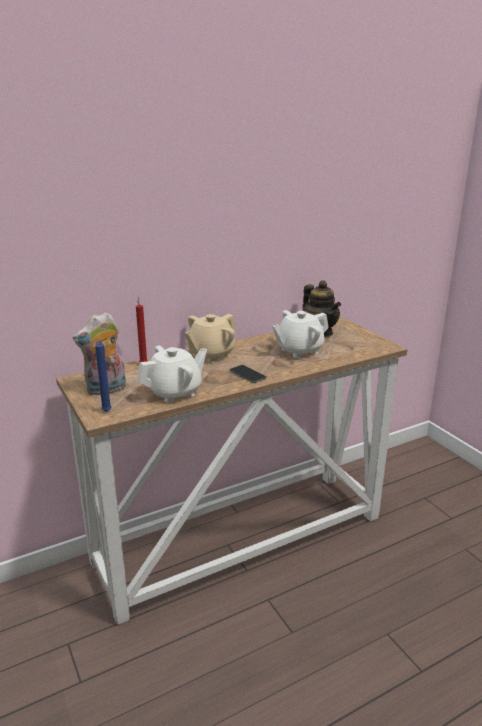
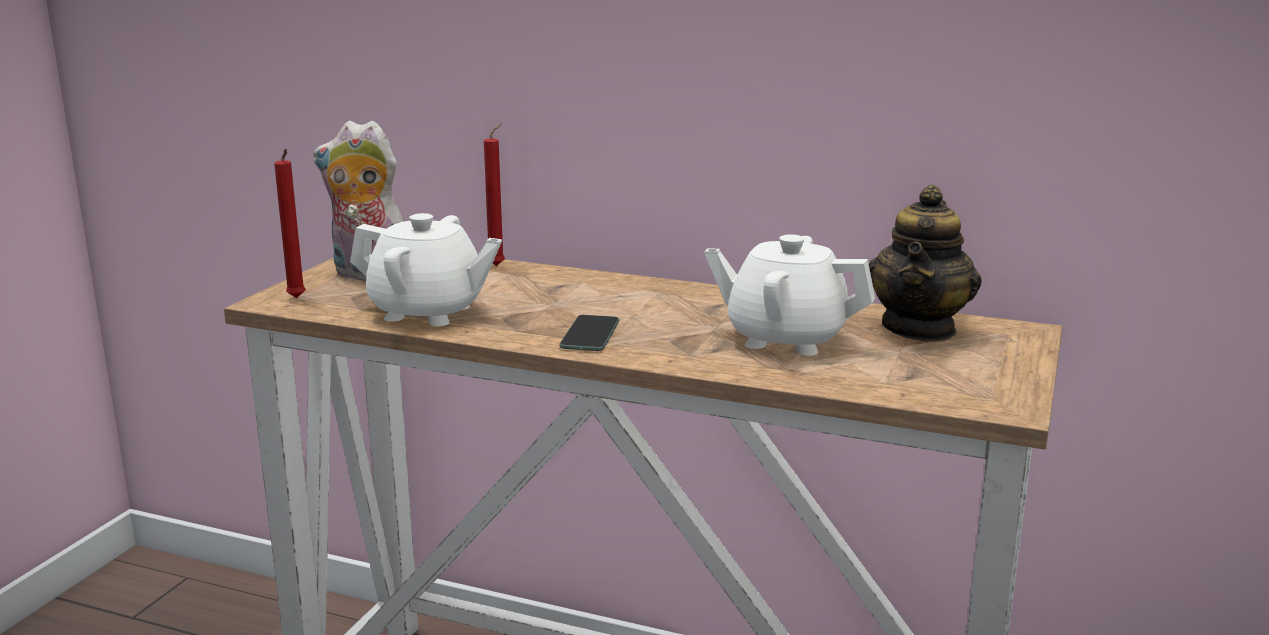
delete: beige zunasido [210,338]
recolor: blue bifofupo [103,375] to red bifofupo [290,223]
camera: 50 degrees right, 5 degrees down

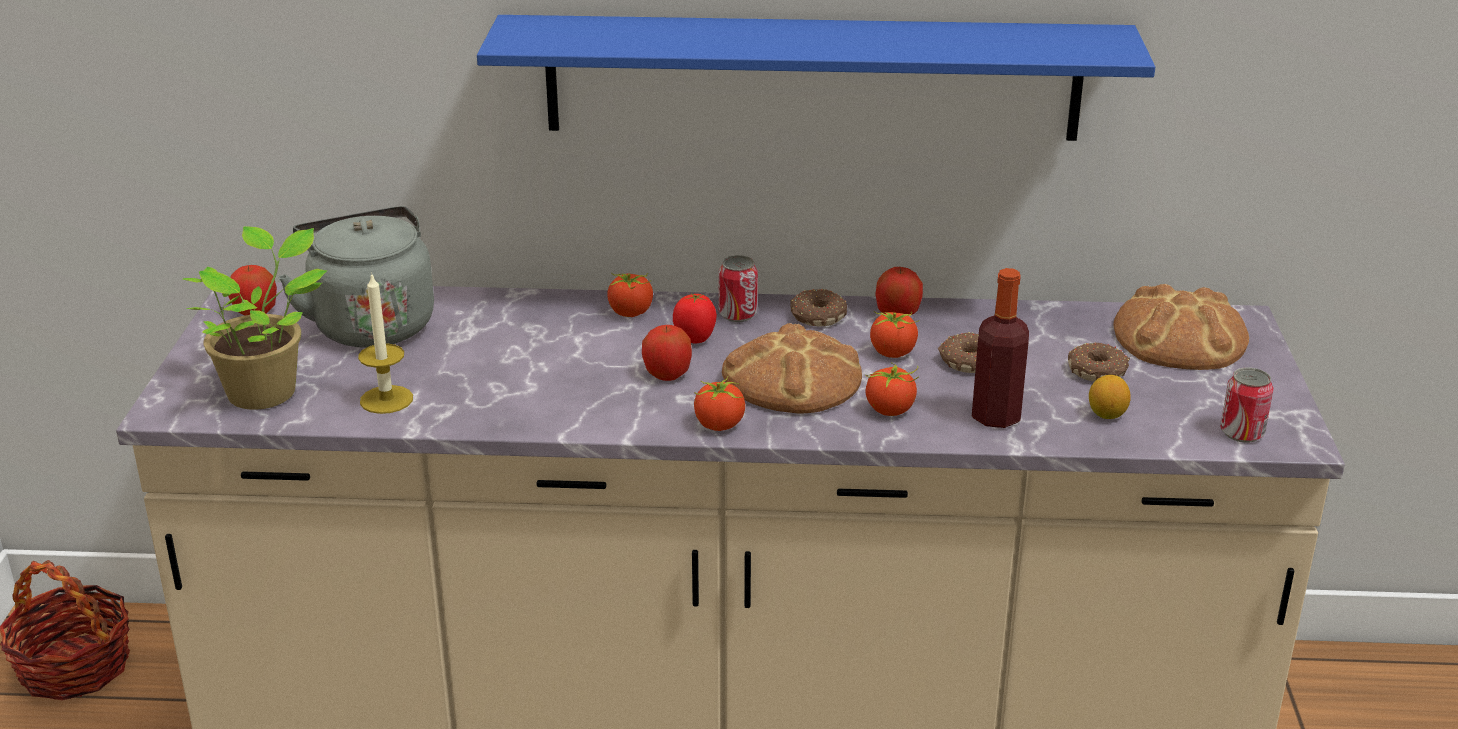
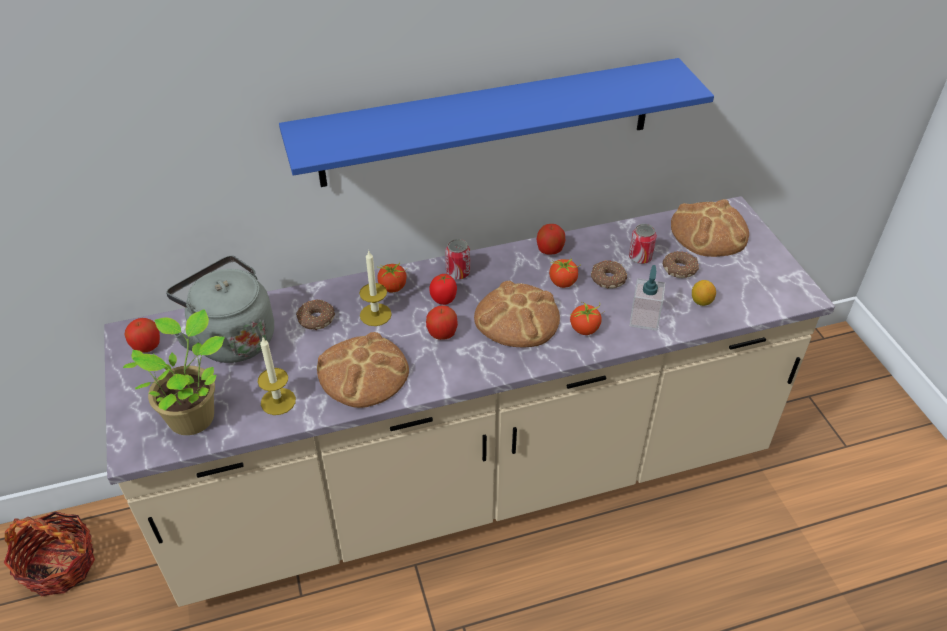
delete: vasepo [719,404]
insert: bifofupo [375,288]; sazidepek [363,370]
move: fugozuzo [818,308] to [315,314]; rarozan [1246,405] to [643,244]
replace: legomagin [1000,348] to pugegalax [647,298]
camera: 20 degrees left, 15 degrees up

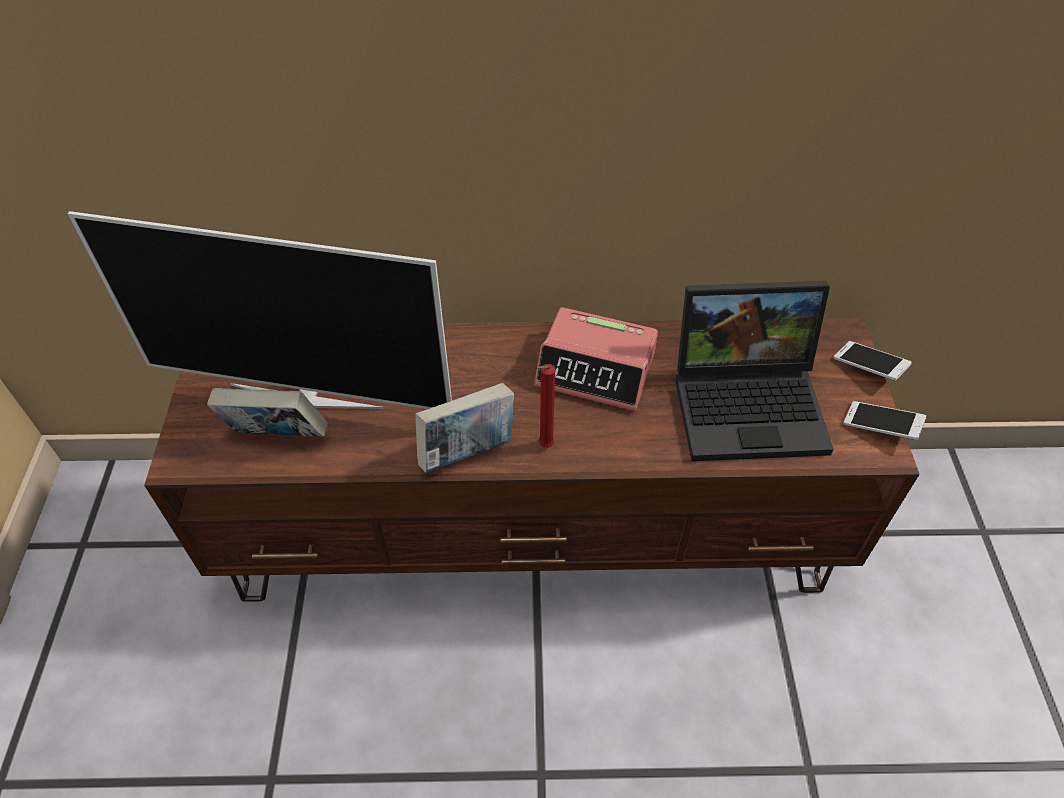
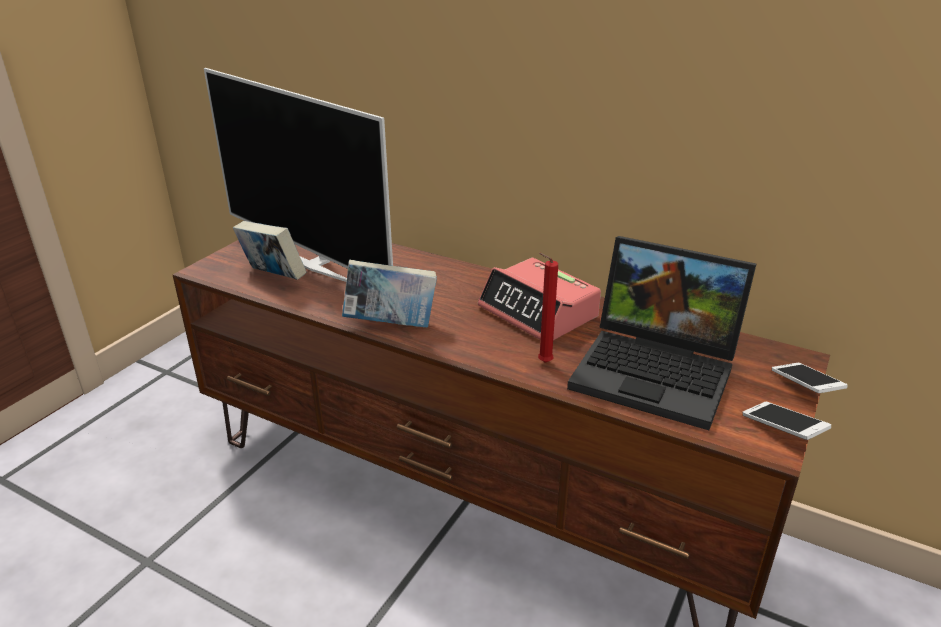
move: red bifofupo [546,406] to [548,308]
camera: 30 degrees right, 20 degrees down

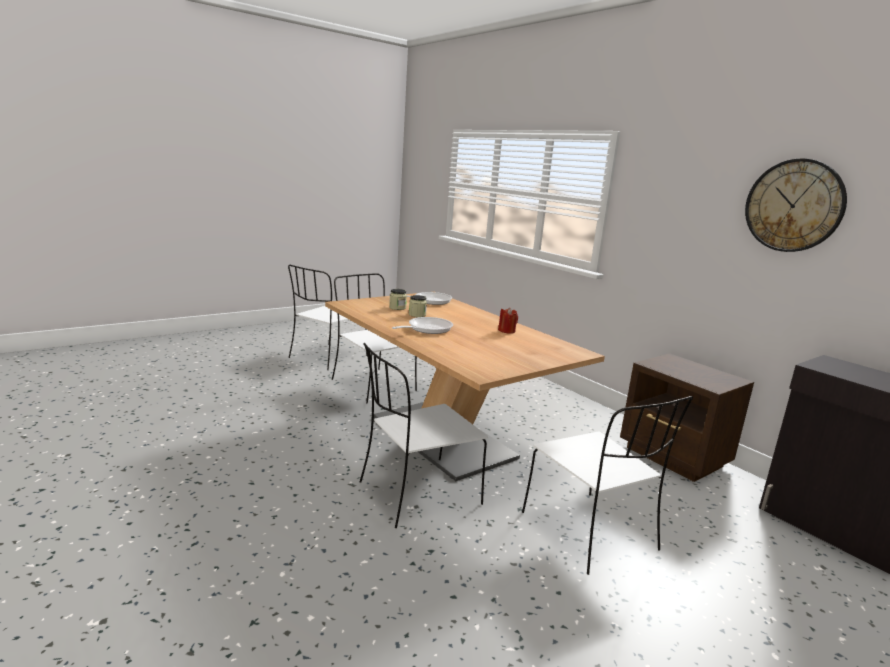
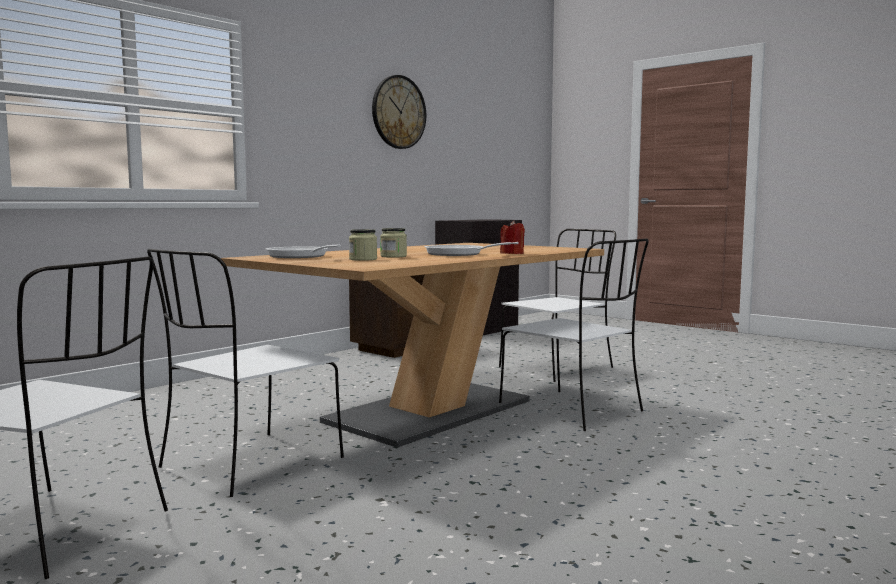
move: red bifofupo [508,320] to [512,237]
camera: 100 degrees left, 10 degrees down

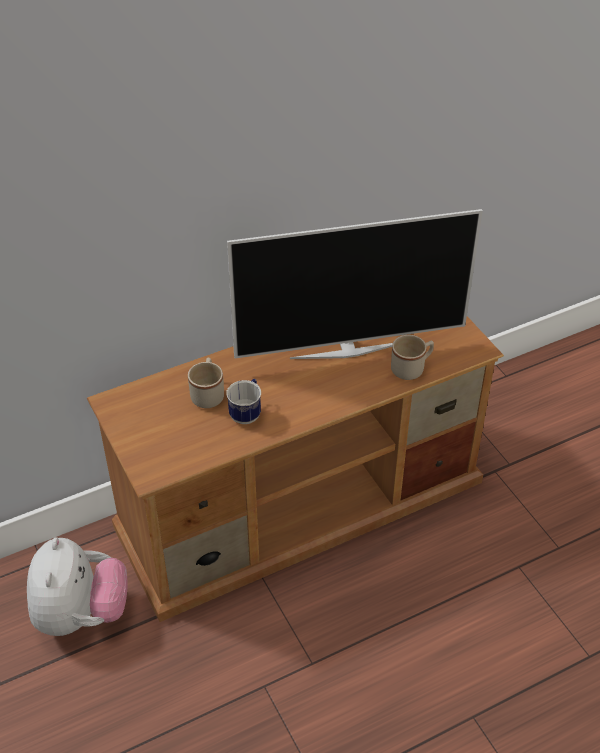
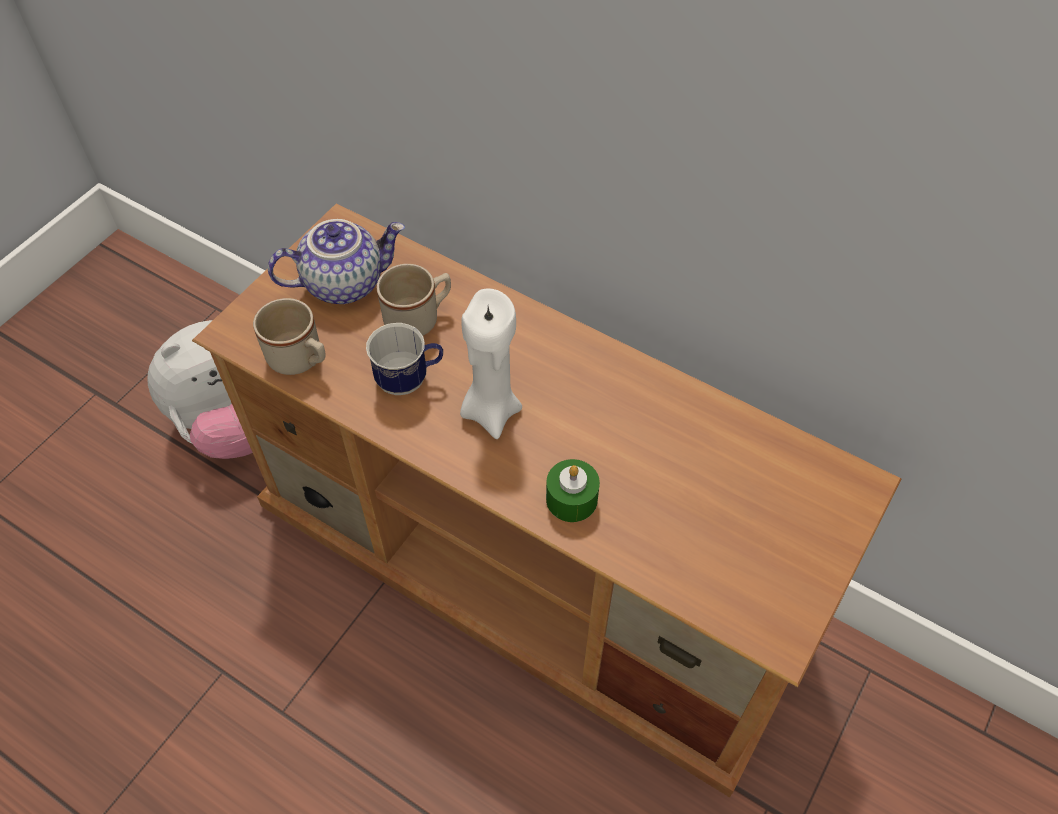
delete: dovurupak [355,284]
insert: zunasido [336,261]; white bifofupo [491,363]; green bifofupo [573,490]
move: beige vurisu [412,357] to [289,336]
camera: 60 degrees right, 10 degrees up

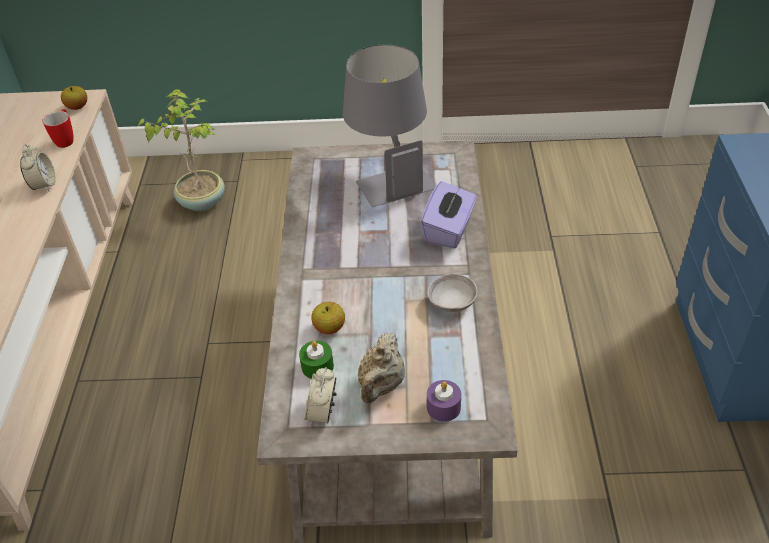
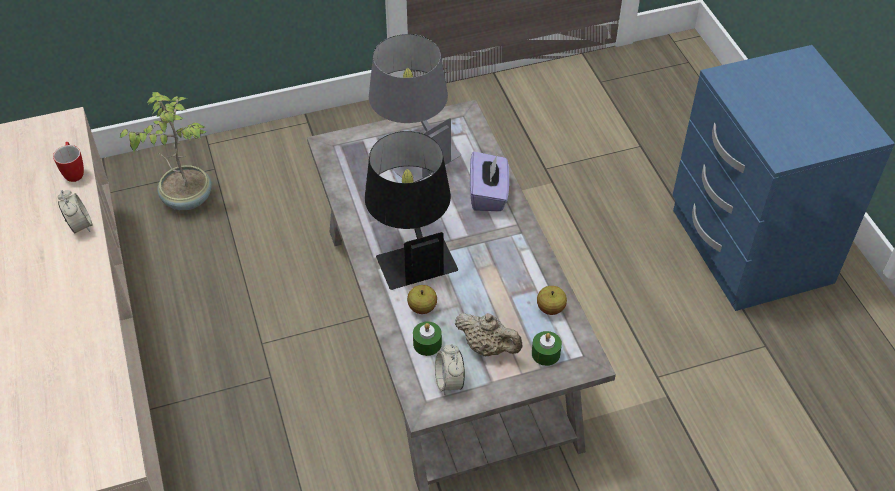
delete: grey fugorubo [452,293]
insert: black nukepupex [411,210]
move: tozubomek [74,98] to [552,300]
recolor: purple bifofupo [444,401] to green bifofupo [547,348]
rotate: beige zunasido [381,367] = [488,334] 60 degrees counterclockwise
camera: 20 degrees left, 5 degrees up

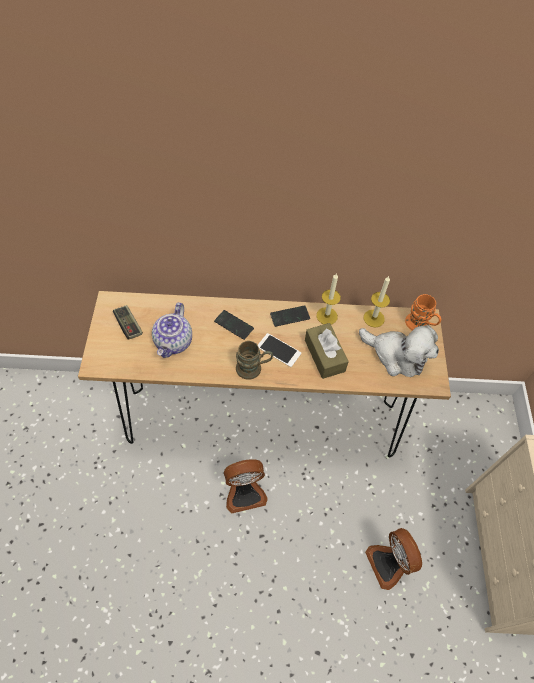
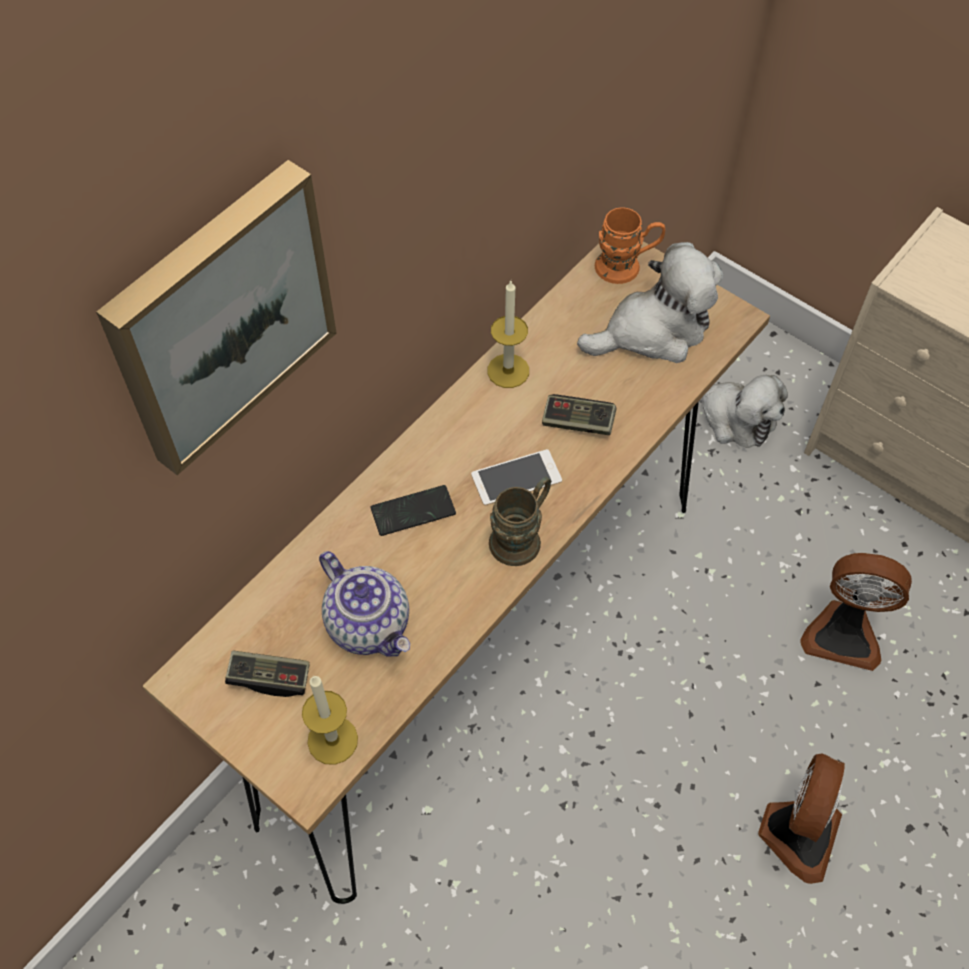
delete: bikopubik [290,316]
insert: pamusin [216,317]; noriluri [743,411]
move: bifofupo [376,302] to [330,720]; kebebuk [245,486] to [801,819]
replace: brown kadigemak [327,351] to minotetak [579,414]
camera: 50 degrees left, 0 degrees up

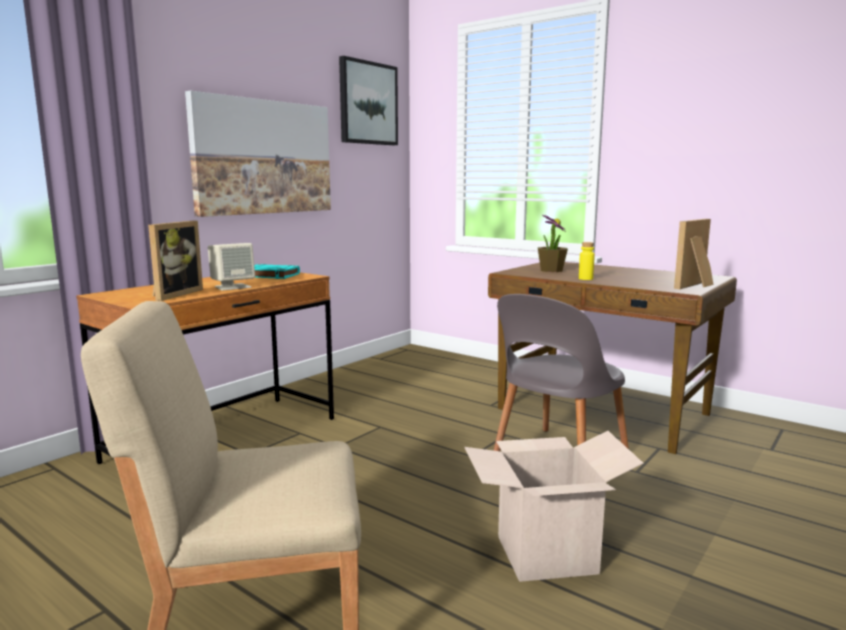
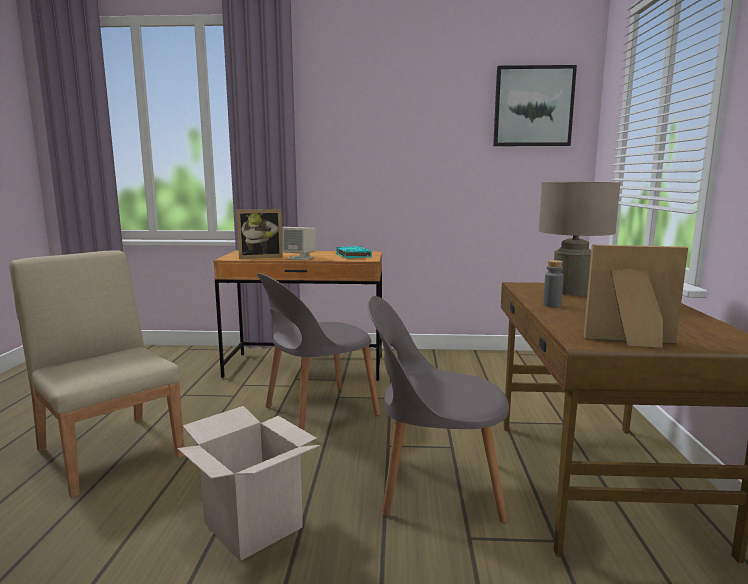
delete: pamusin [258,154]
insert: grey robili [318,351]
replace: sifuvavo [553,243] to beige nukepupex [580,239]
recolor: yellow legomagin [587,261] to grey legomagin [553,283]
camera: 55 degrees right, 0 degrees up

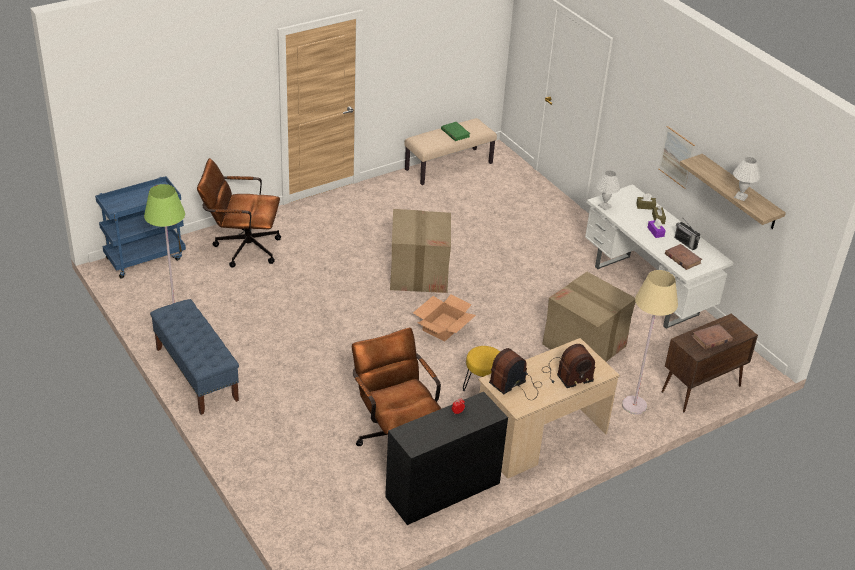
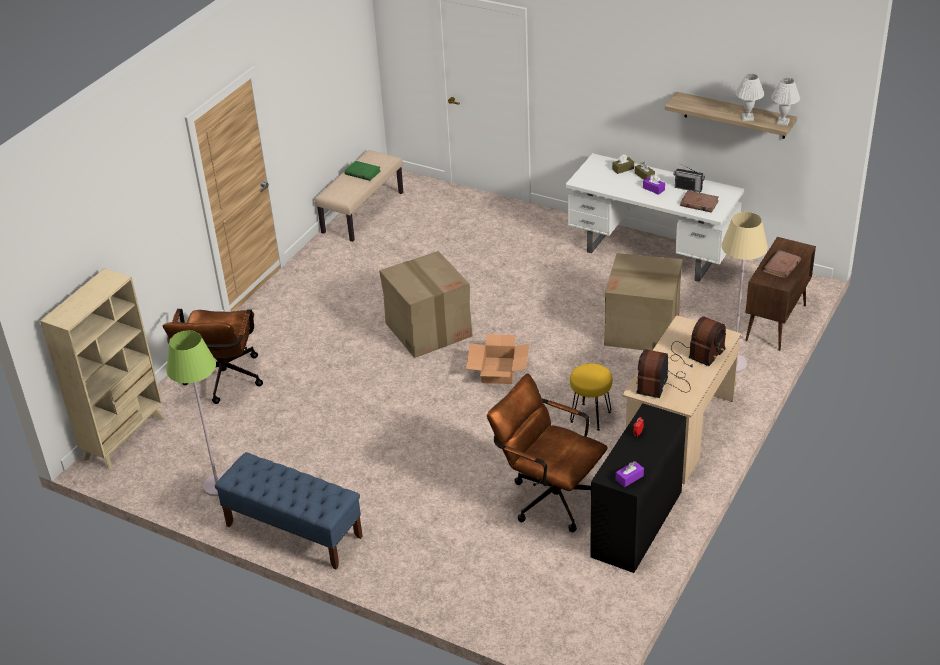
delete: pamusin [676,157]
insert: purple kadigemak [630,474]
move: white nukepupex [608,190] to [785,102]
replace: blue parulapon [140,227] to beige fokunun [102,369]
rotate: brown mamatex [239,213] = [213,356] 60 degrees counterclockwise
camera: 25 degrees left, 0 degrees up

